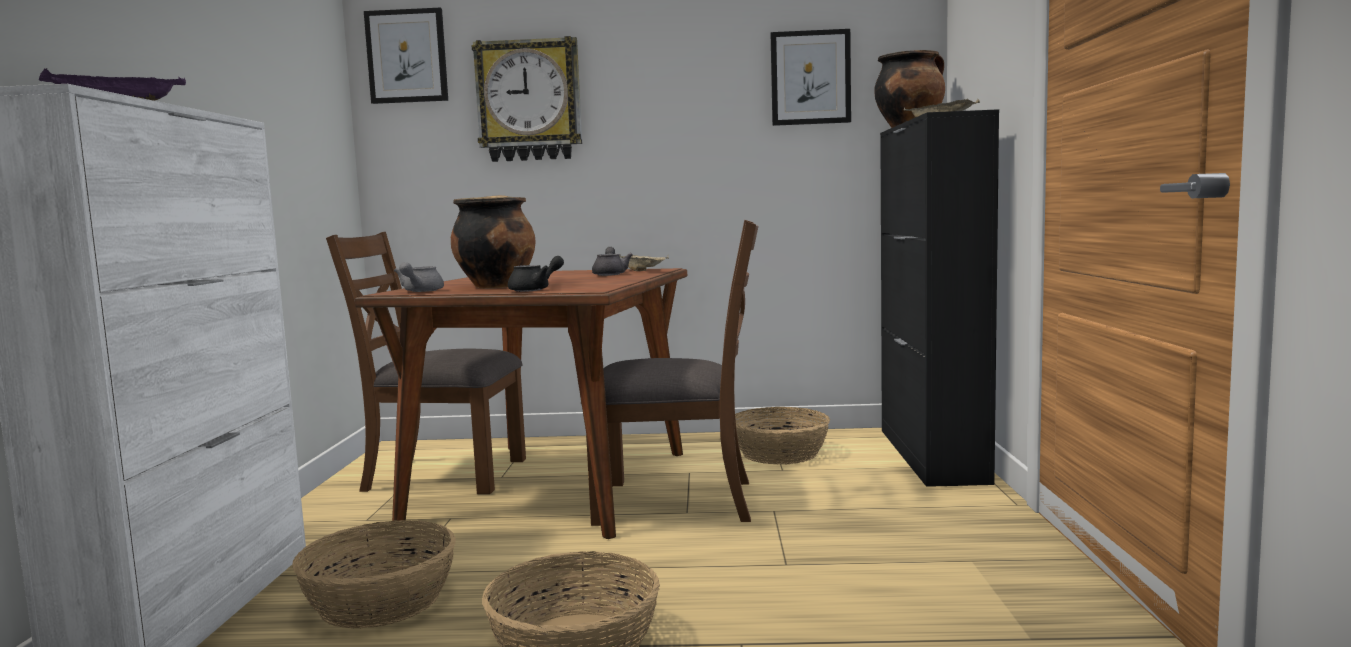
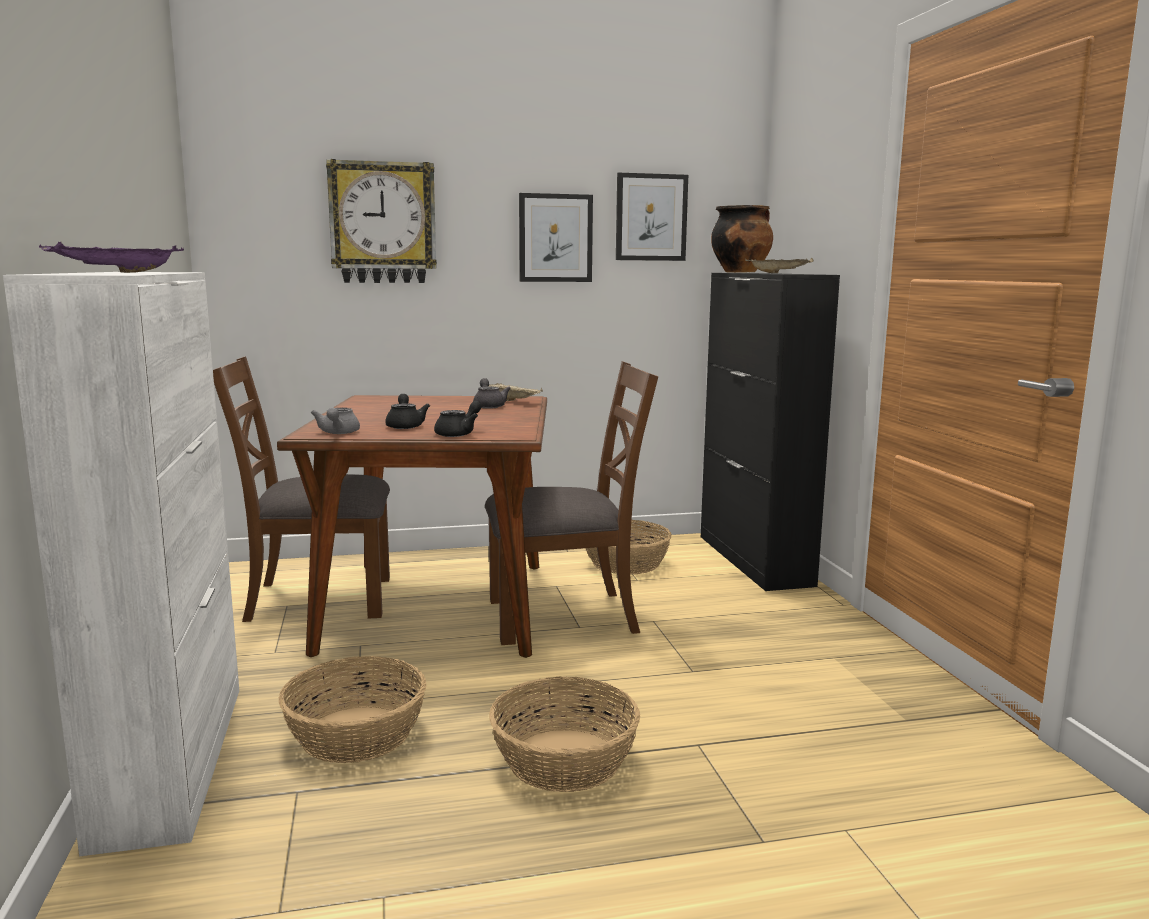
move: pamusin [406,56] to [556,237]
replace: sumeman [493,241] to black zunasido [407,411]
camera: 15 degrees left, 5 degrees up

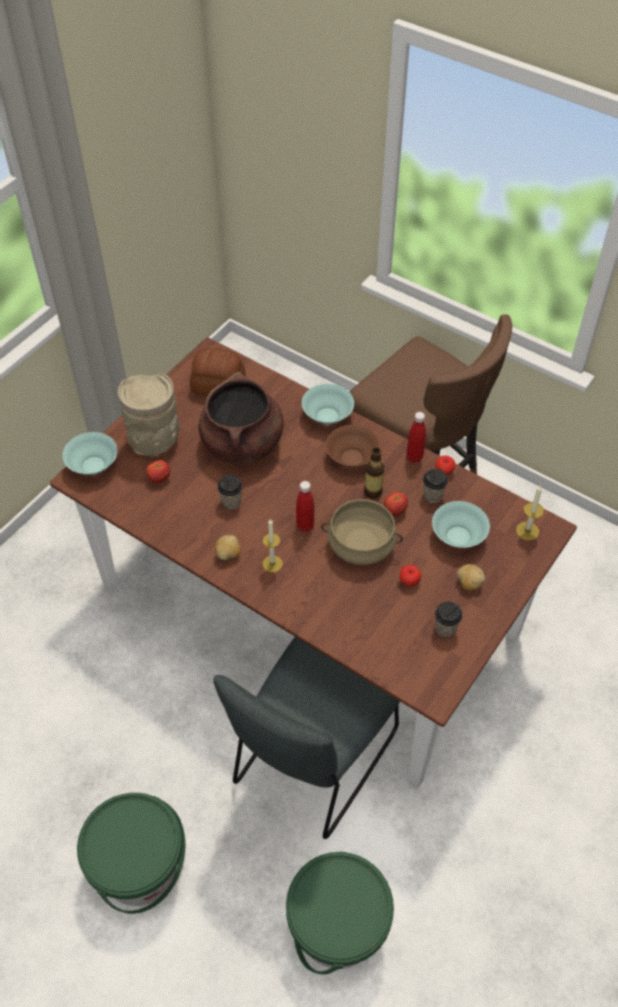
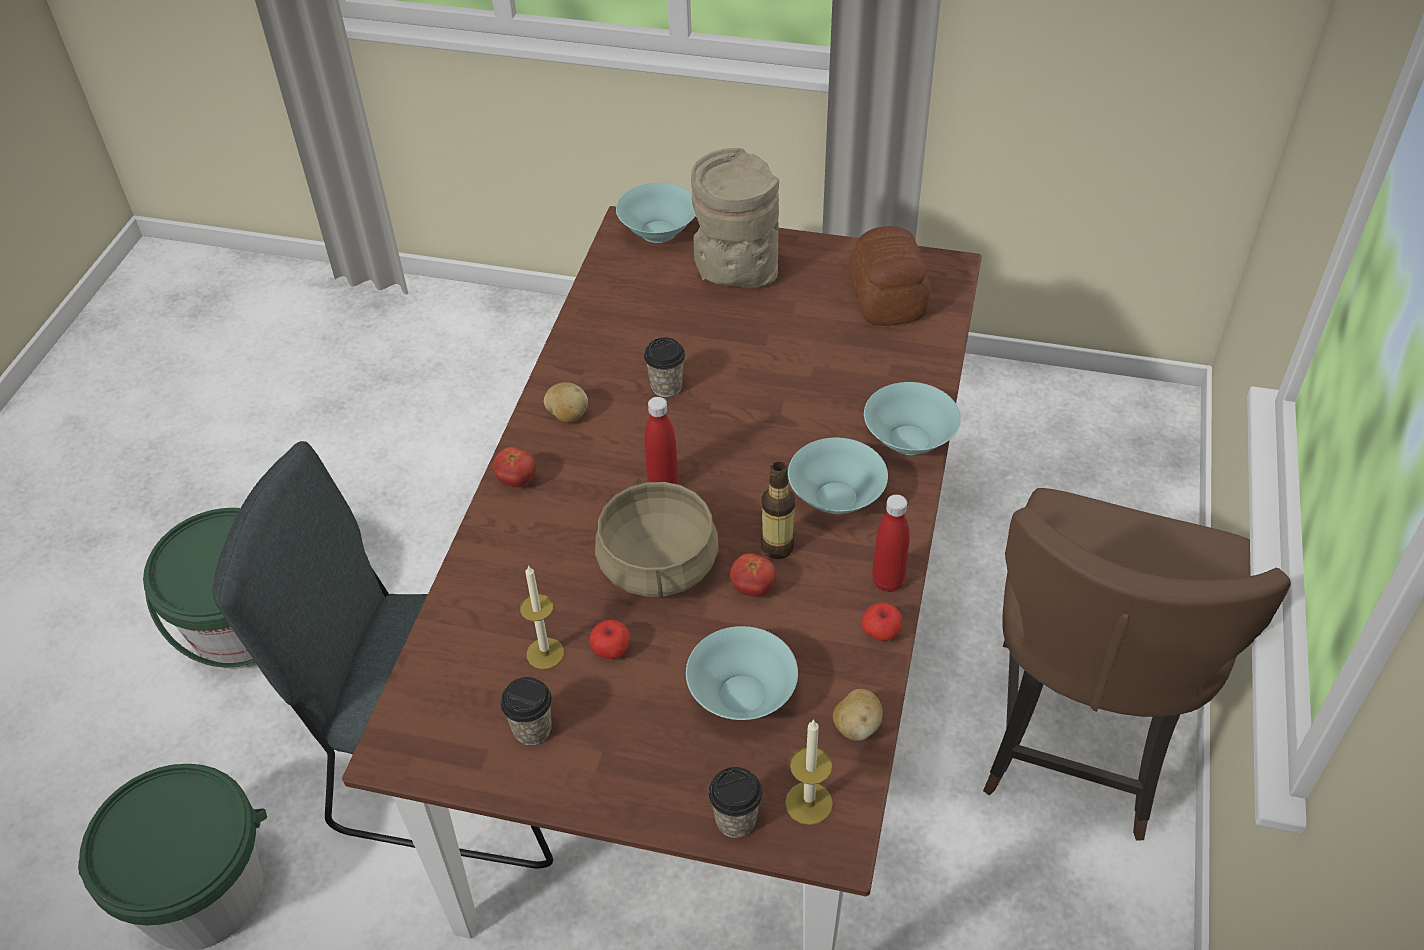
delete: brown sumeman [241,418]
move: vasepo [158,471] to [514,467]; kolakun [435,486] to [735,802]; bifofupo [272,546] to [542,617]; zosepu [471,577] to [858,715]
recolor: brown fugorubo [353,446] to turquoise fugorubo [838,476]
camera: 70 degrees right, 5 degrees down

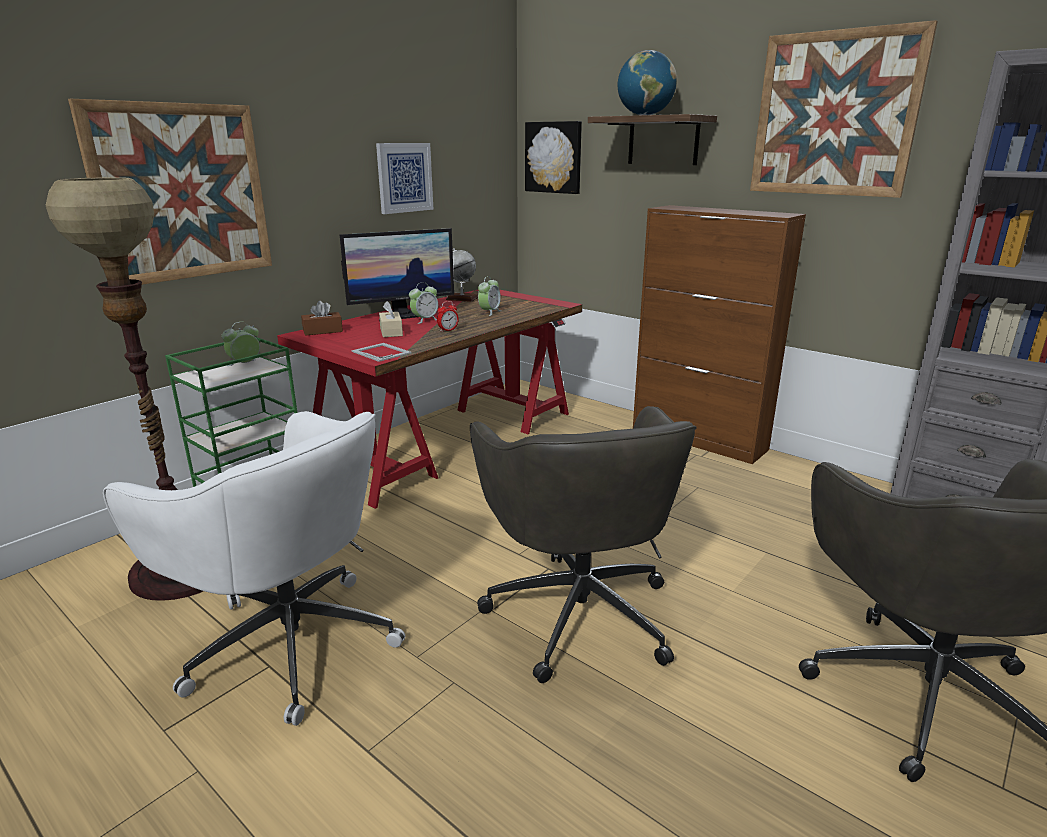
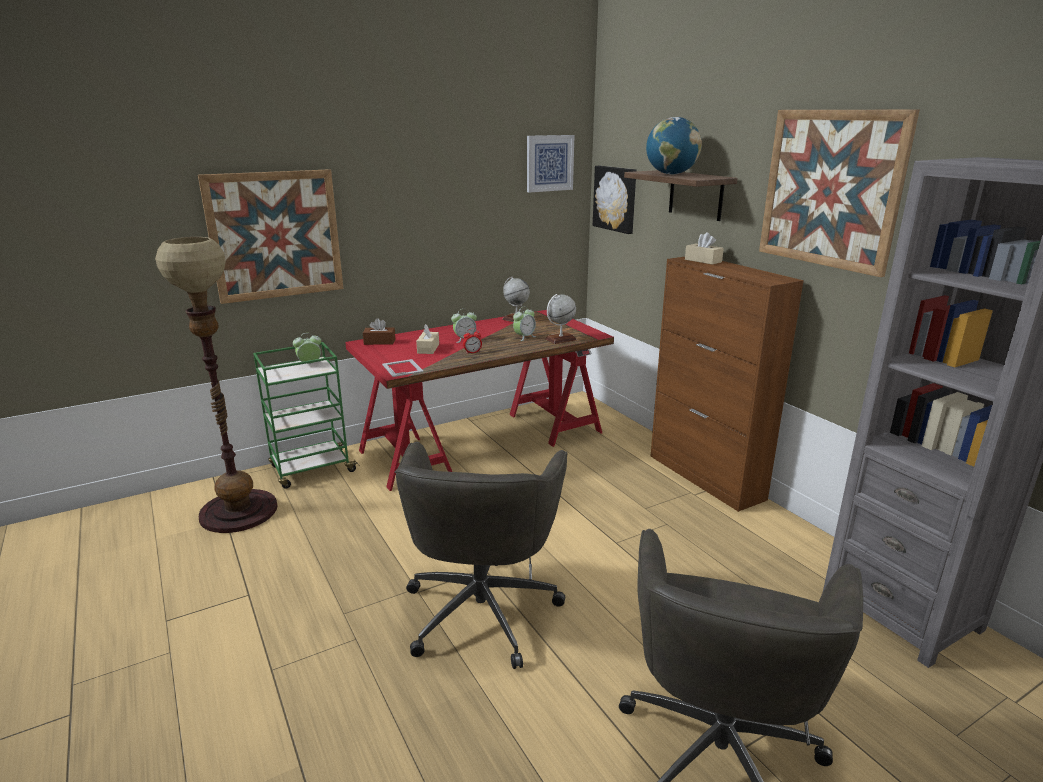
delete: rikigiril [397,274]; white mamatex [254,568]
insert: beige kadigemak [704,248]; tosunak [561,319]
move: pamusin [405,178] to [550,163]
camera: 20 degrees right, 0 degrees up

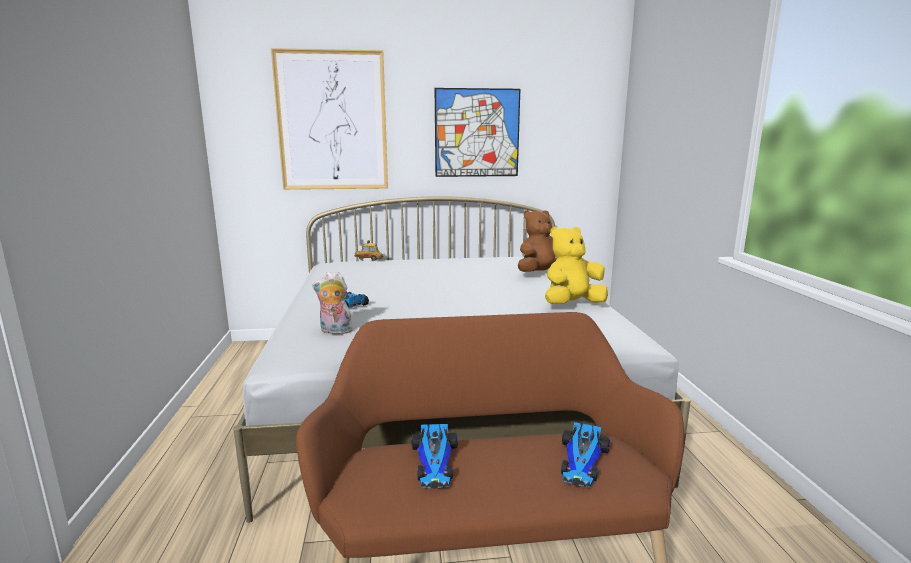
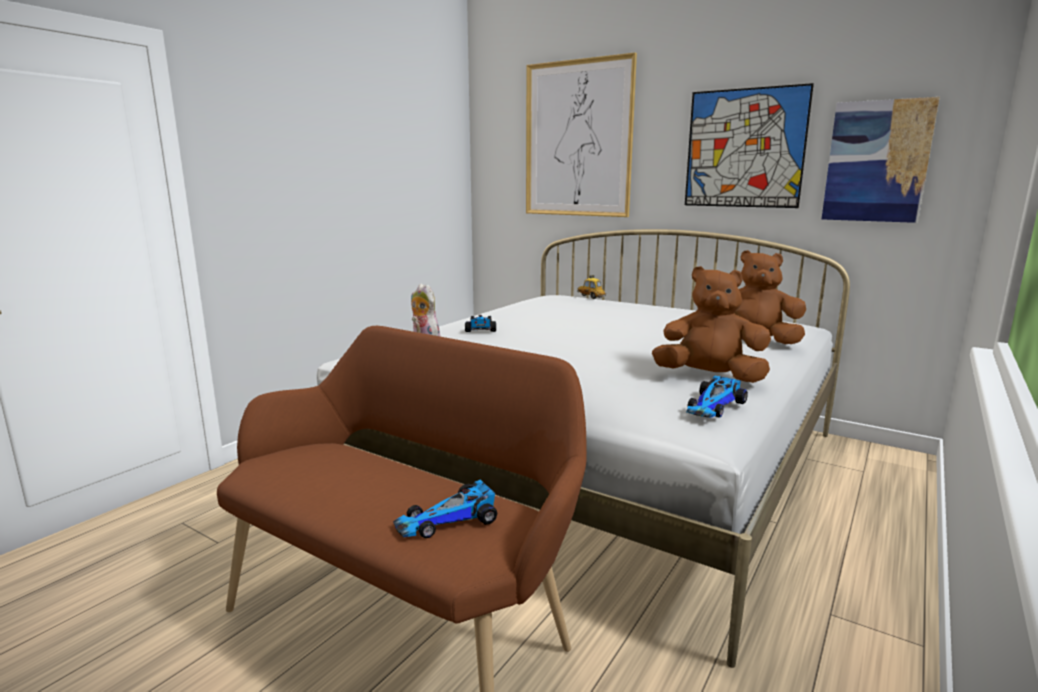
insert: pamusin [881,160]
move: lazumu [434,456] to [717,397]
recolor: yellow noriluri [576,265] to brown noriluri [711,324]
camera: 40 degrees right, 0 degrees up

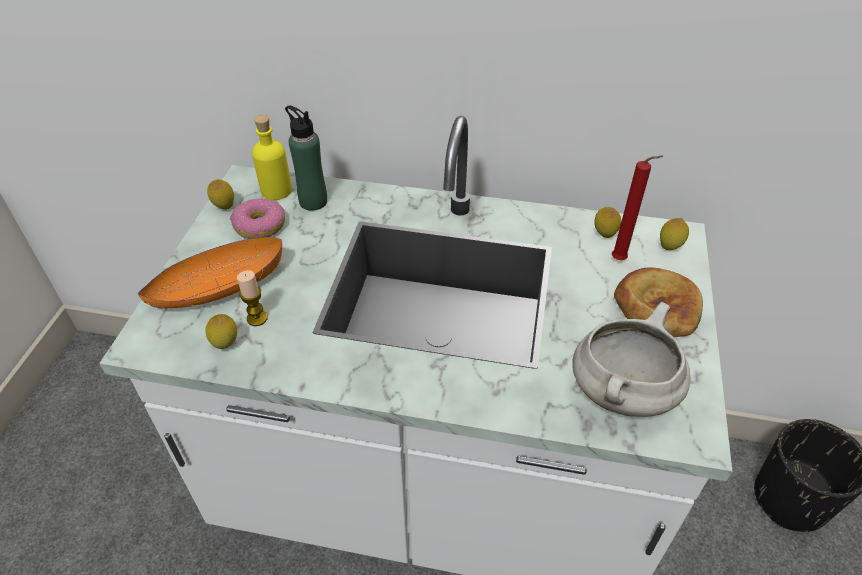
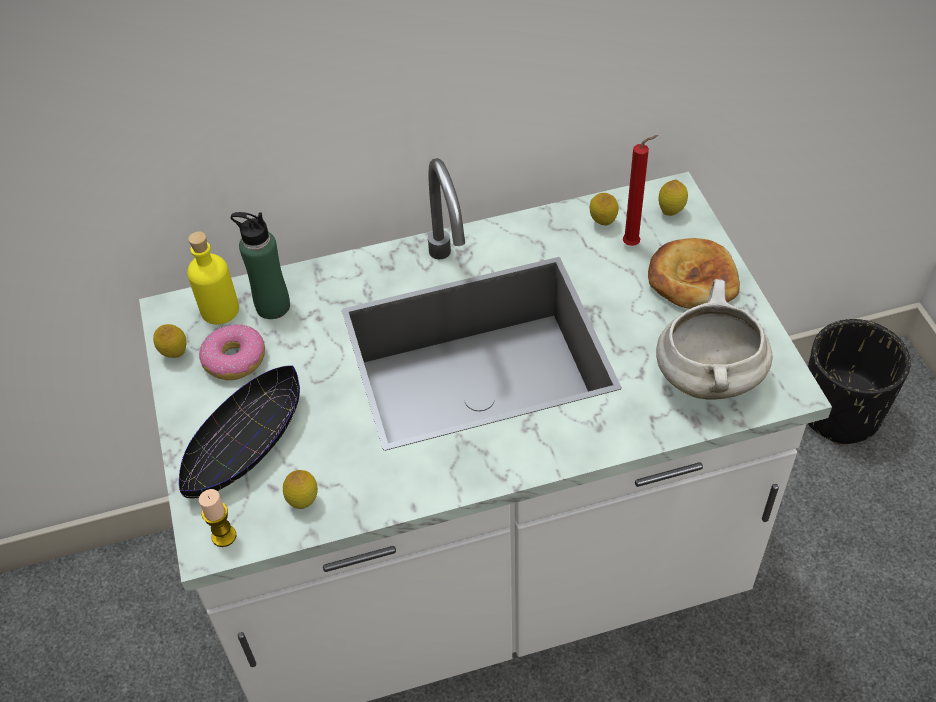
move: bifofupo [252,298] to [217,518]
recolor: orange fugorubo [210,273] to black fugorubo [239,431]
camera: 25 degrees left, 5 degrees up

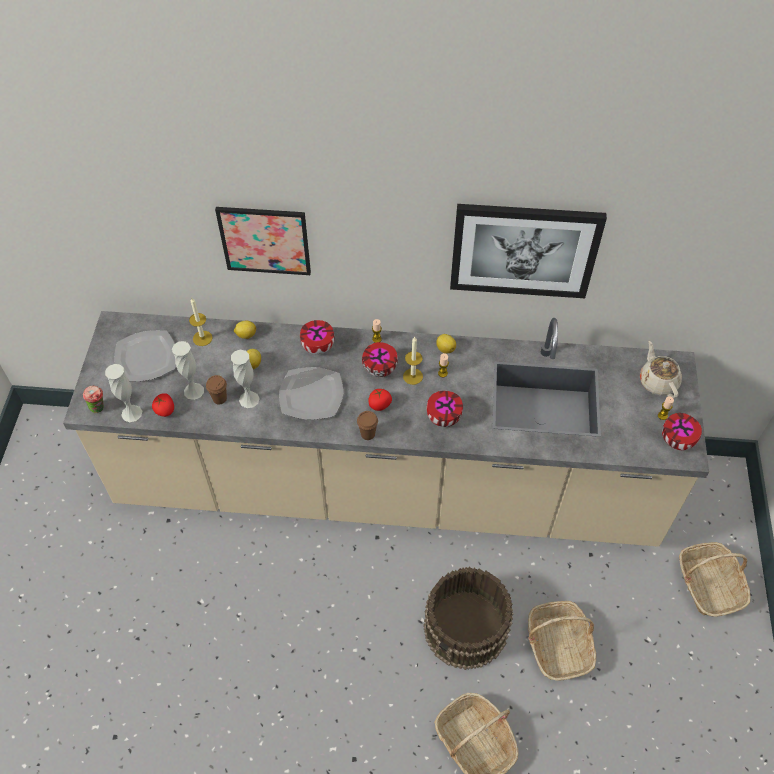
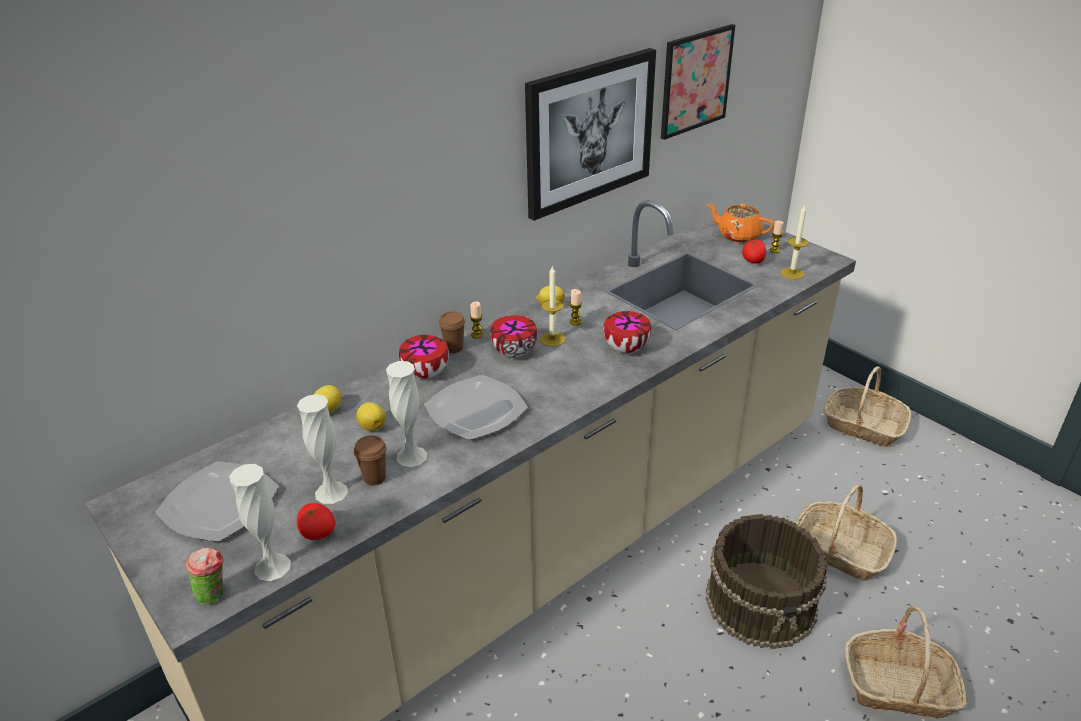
delete: fugorubo [682,431]
move: pamusin [263,241] to [698,82]; bifofupo [201,322] to [794,241]; vasepo [380,400] to [754,252]; brown kolakun [367,425] to [452,332]
recolor: beige zunasido [661,370] to orange zunasido [740,223]
camera: 45 degrees left, 20 degrees down

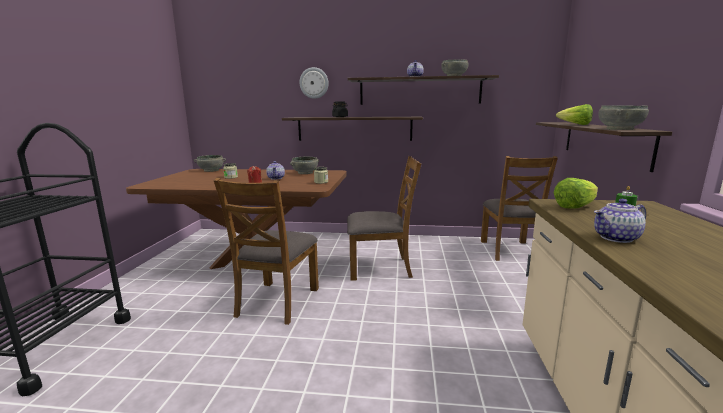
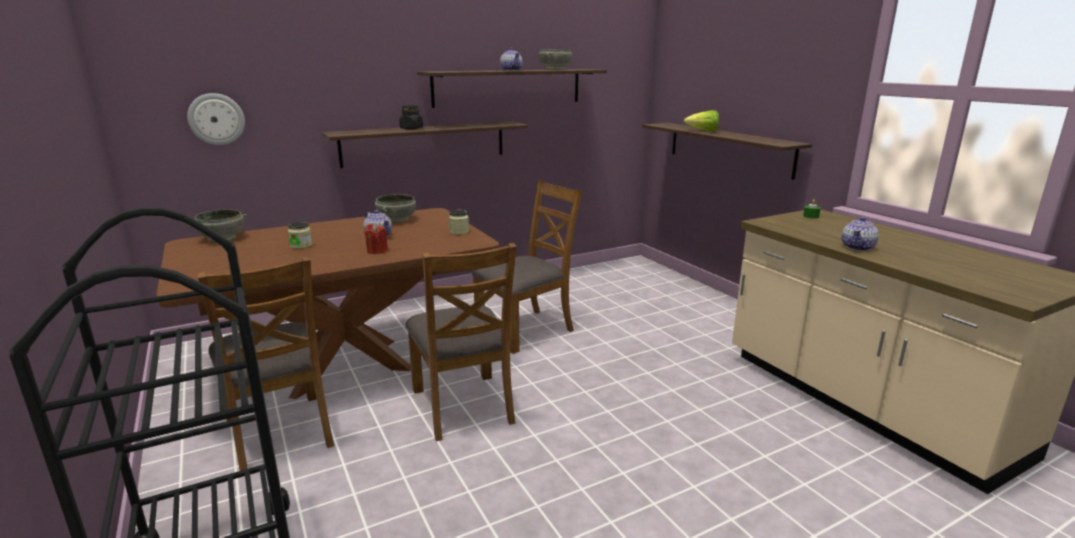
delete: grey fugorubo [623,117]; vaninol [575,193]
move: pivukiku [314,83] to [216,119]; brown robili [519,208] to [265,363]
camera: 35 degrees left, 5 degrees up

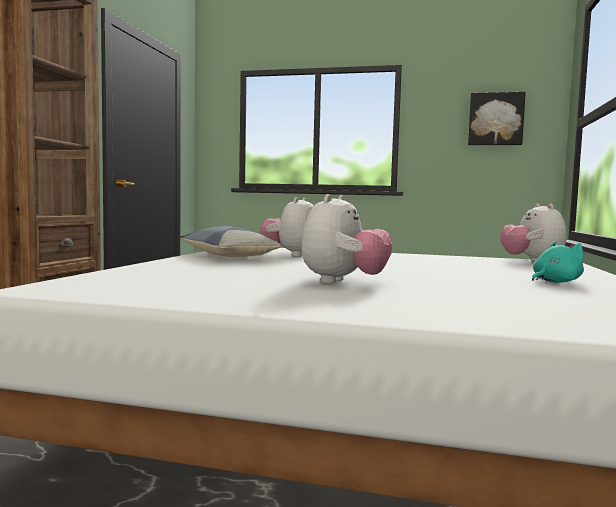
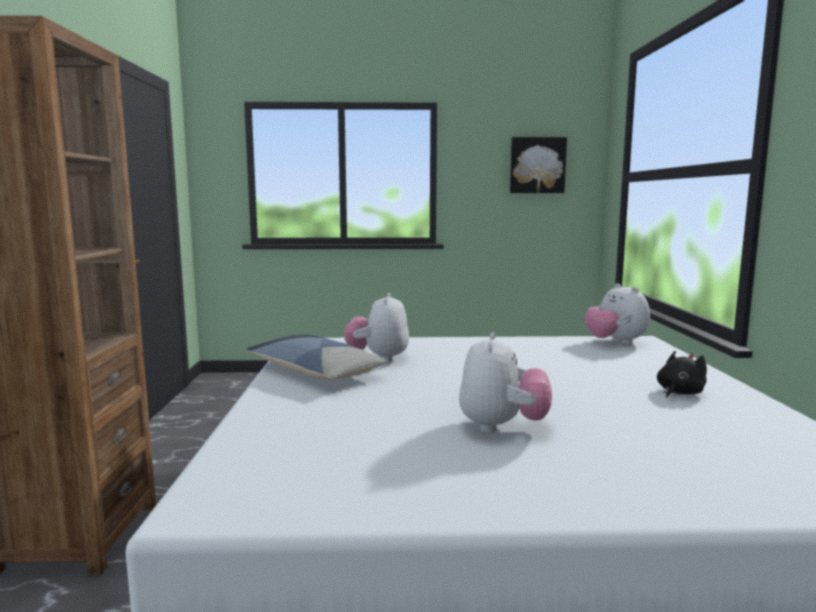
recolor: turquoise noriluri [558,262] to black noriluri [682,374]
camera: 15 degrees left, 5 degrees up

